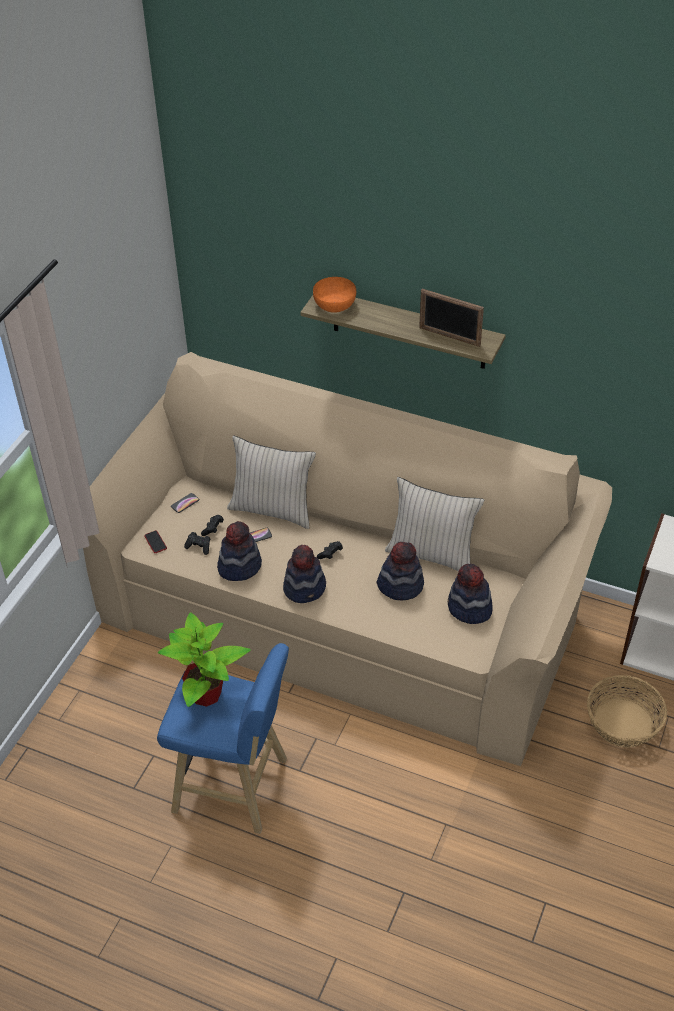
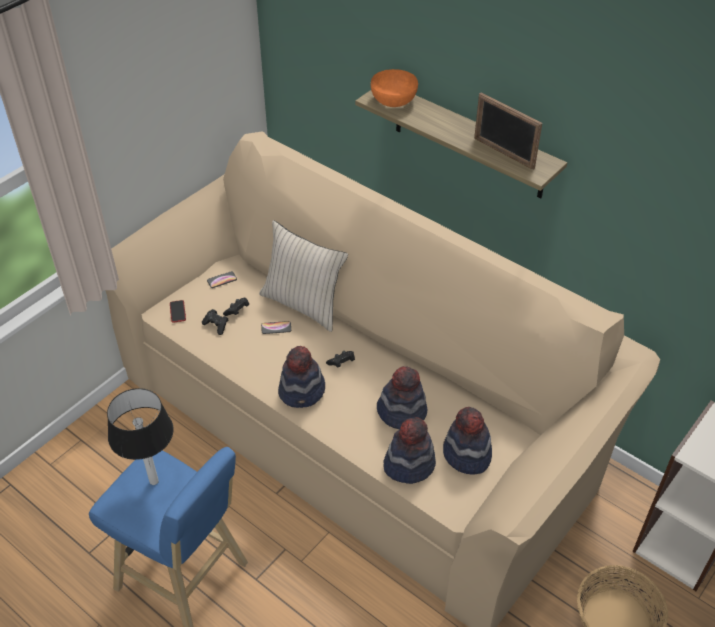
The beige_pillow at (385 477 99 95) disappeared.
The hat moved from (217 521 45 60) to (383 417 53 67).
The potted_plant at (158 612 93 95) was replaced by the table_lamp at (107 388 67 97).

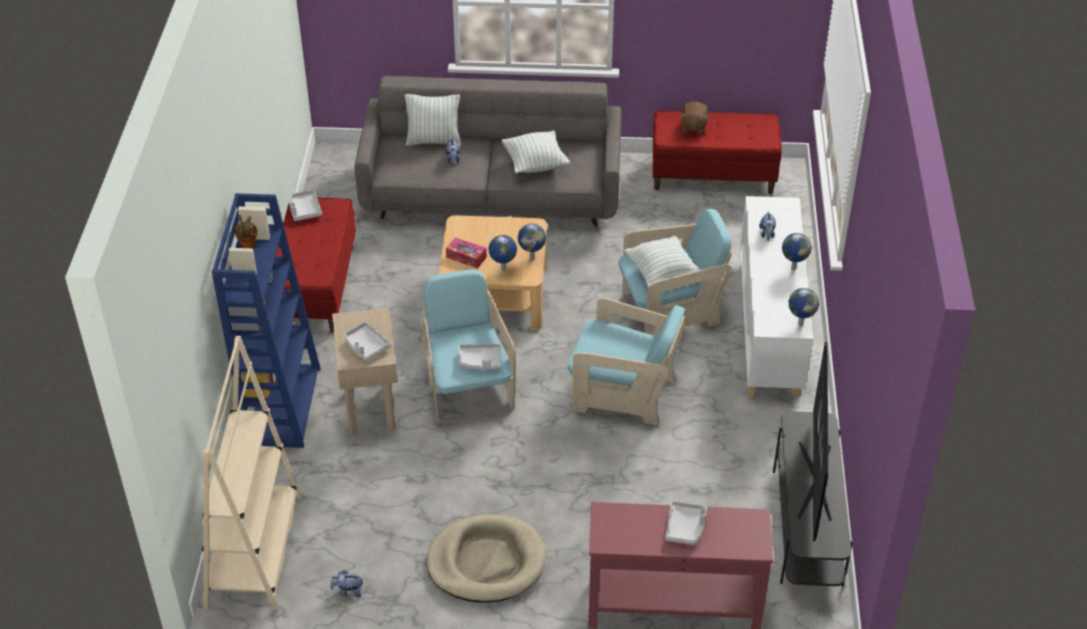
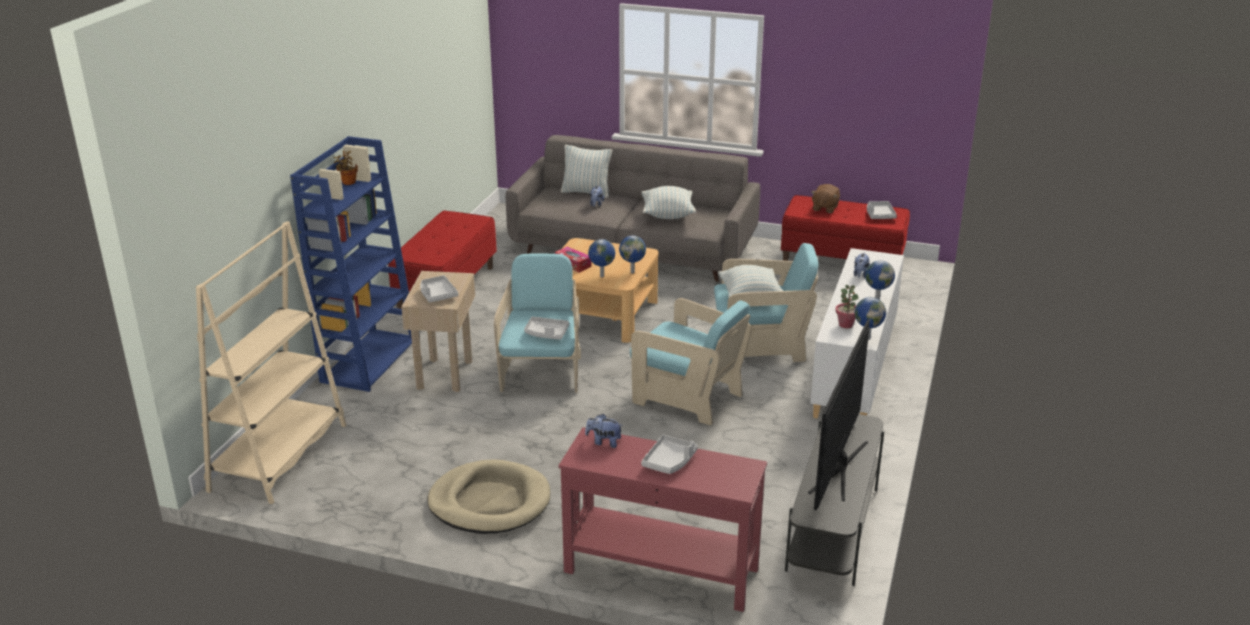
The grey_tray moved from (290 190 32 31) to (867 201 30 18).
The plush_toy moved from (330 570 34 27) to (585 414 37 34).
The potted_plant at (835 285 23 43) appeared.

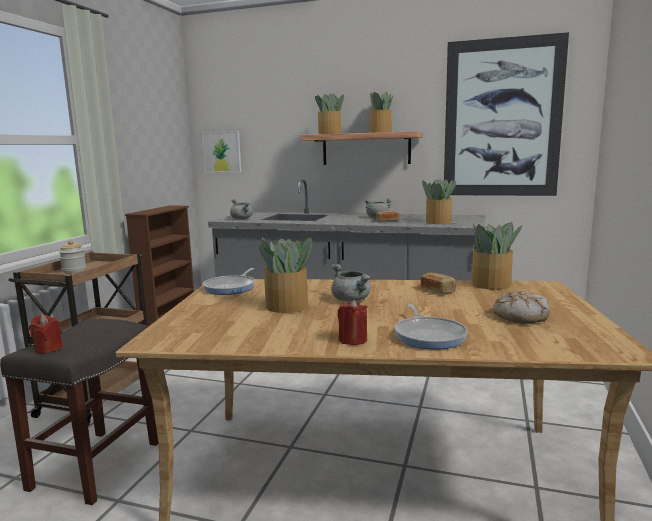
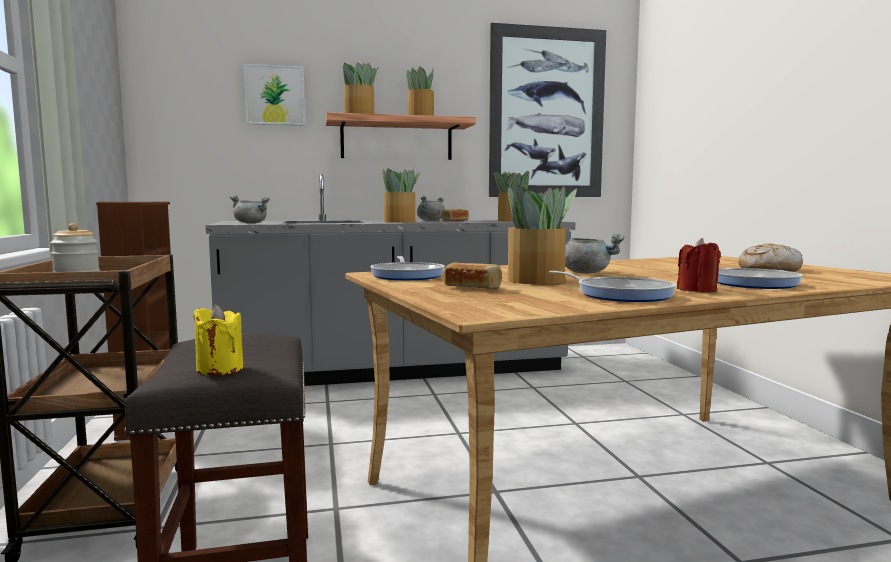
The picture moved from (202 131 39 42) to (244 64 61 61).
The potted_plant moved from (472 222 50 68) to (383 168 37 55).
The bread moved from (421 272 35 22) to (444 263 58 26).
The red_candle at (29 315 34 39) became the yellow_candle at (193 305 50 70).
The frying_pan at (549 271 127 31) appeared.

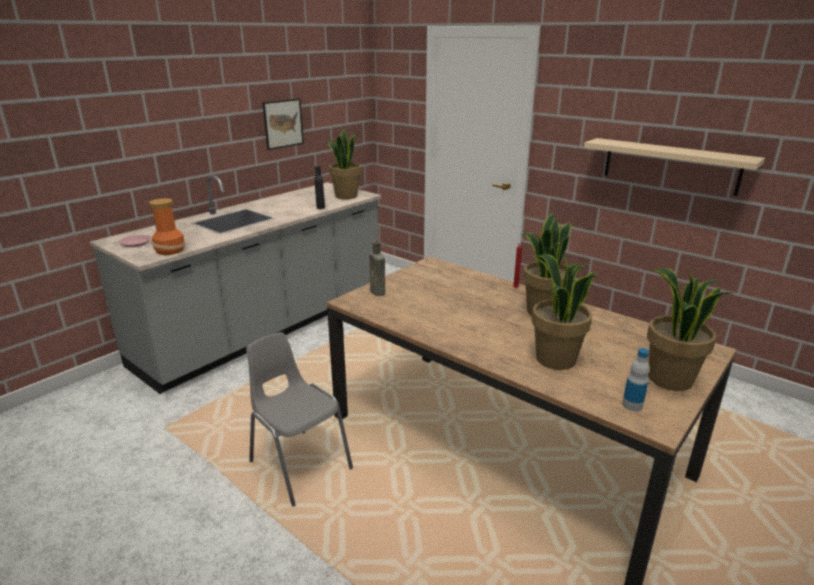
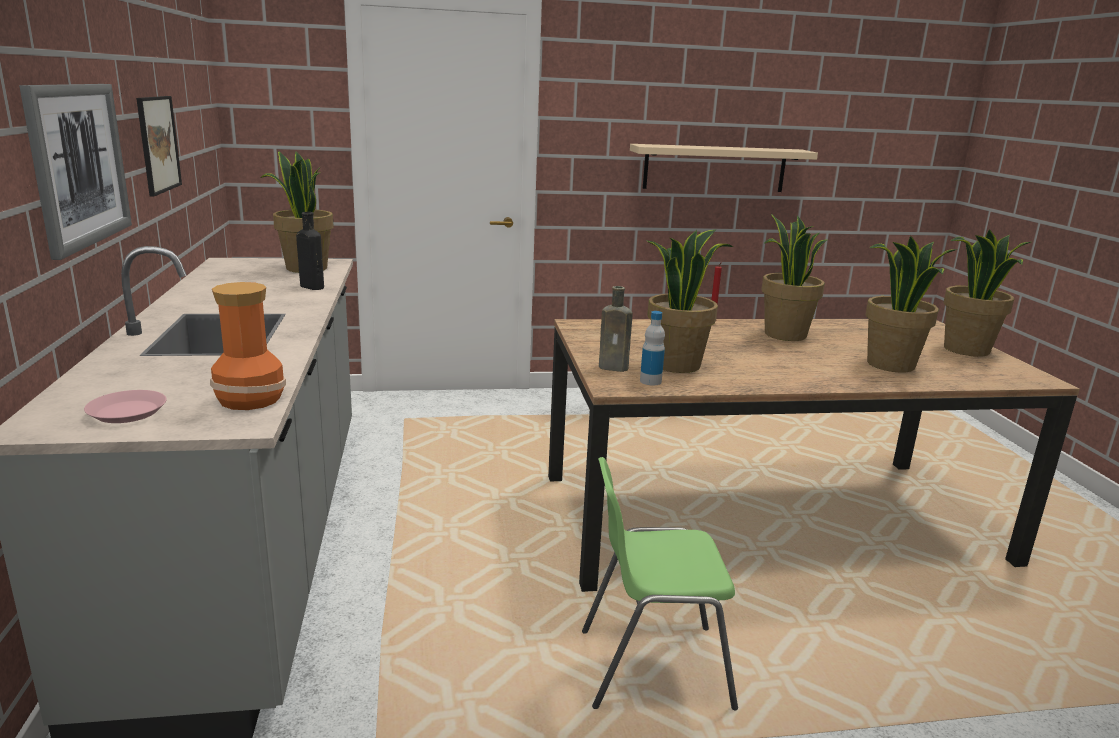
The grey_chair at (246 332 107 174) became the green_chair at (582 457 156 254).
The bottle moved from (622 348 28 64) to (640 311 25 74).
The picture at (19 84 113 176) appeared.
The potted_plant at (647 229 86 144) appeared.

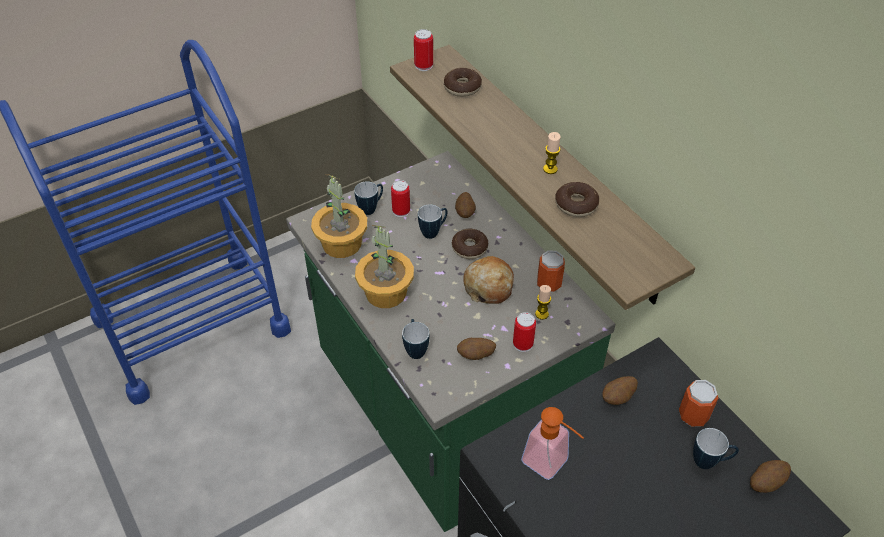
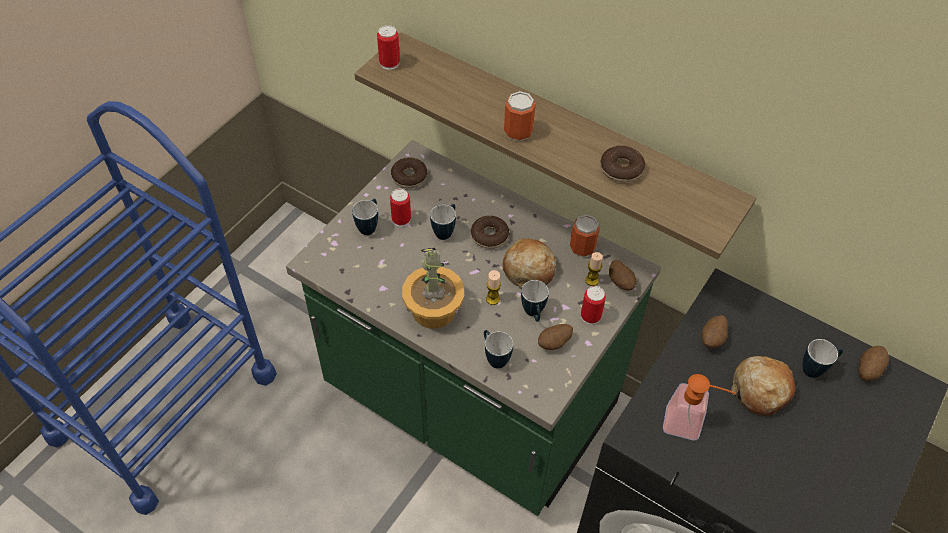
The donut moved from (444 68 38 29) to (391 158 37 30).
The candle moved from (543 132 18 42) to (486 270 15 35).
The potted_plant at (311 174 56 84) disappeared.
The potato moved from (455 192 21 26) to (609 260 27 30).
The can moved from (679 380 39 47) to (504 91 31 50).
The mug at (521 280 28 42) appeared.
The bread at (732 356 64 60) appeared.

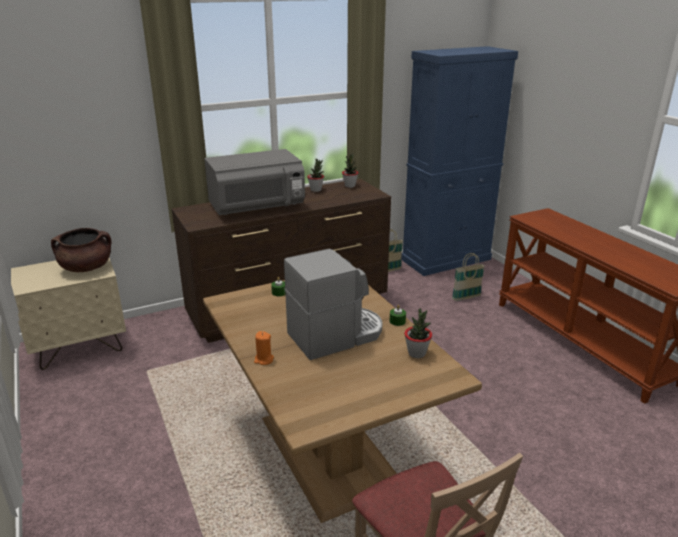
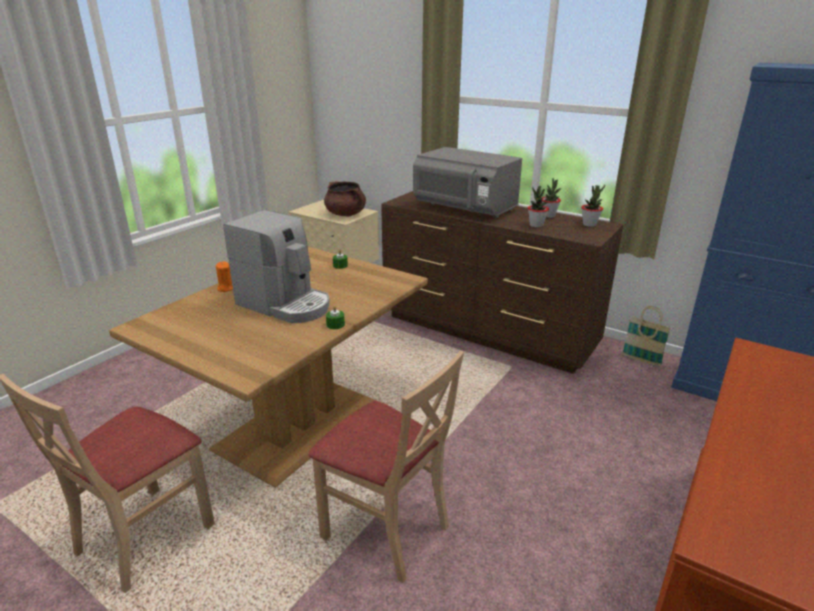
The basket at (452 253 33 48) disappeared.
The potted_plant moved from (404 308 28 50) to (528 186 21 42).
The beige_chair at (308 351 156 232) appeared.

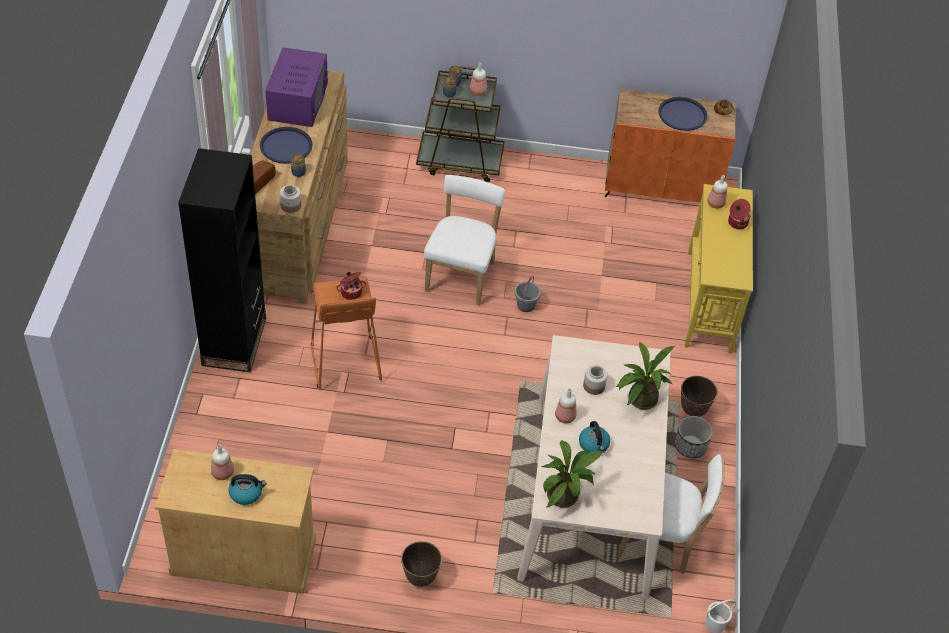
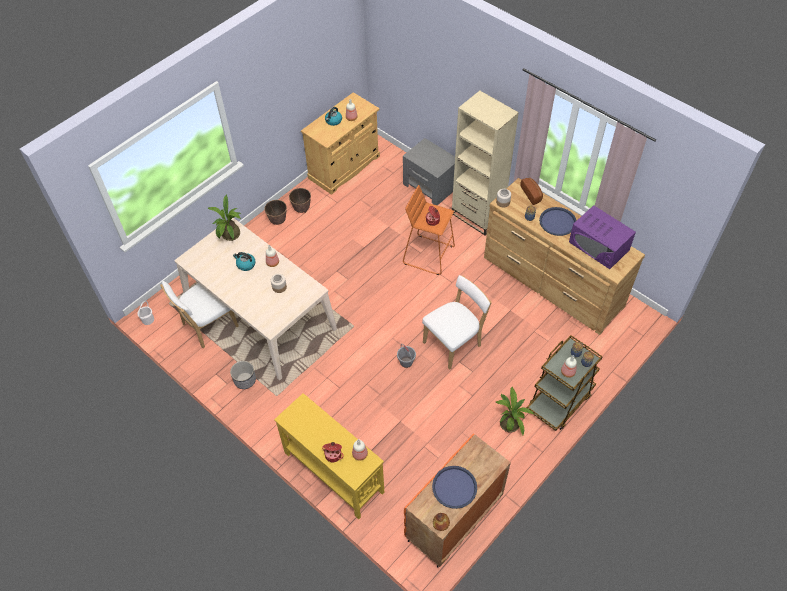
The black_bookcase at (178 148 88 224) became the beige_bookcase at (452 91 67 144).
The white_chair at (424 174 81 131) turned 90 degrees counterclockwise.
The potted_plant moved from (616 341 59 69) to (495 386 39 49).
The planter moved from (681 376 37 41) to (289 188 22 25).
The grey_nightstand at (403 138 52 67) appeared.

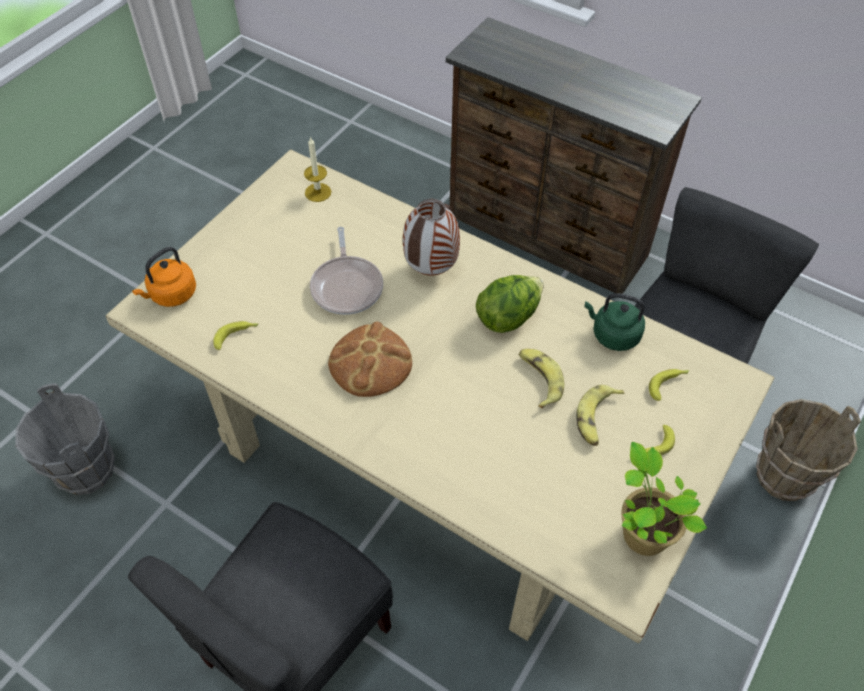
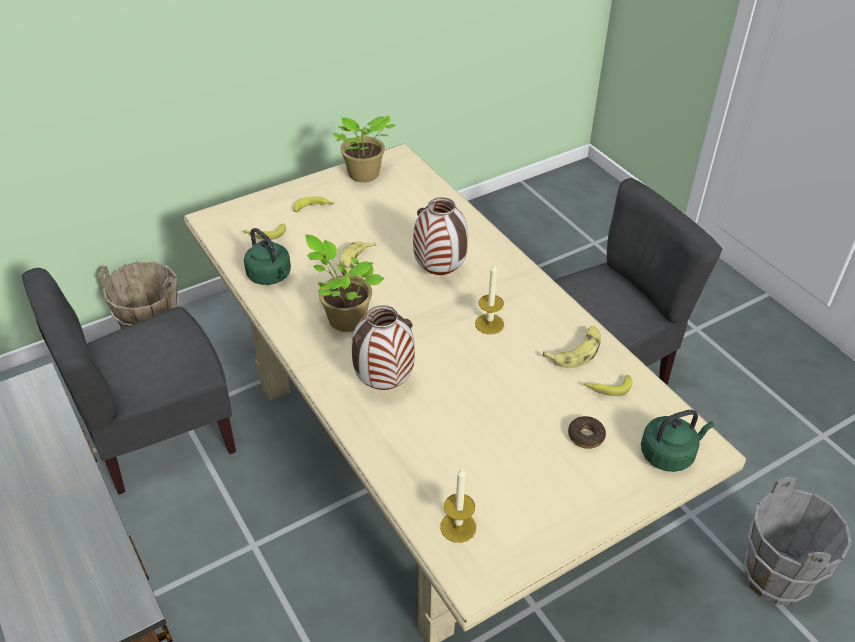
The frying_pan at (310 227 73 88) disappeared.
The orange_kettle at (132 247 64 60) became the green_kettle at (641 410 73 62).
The lettuce at (476 275 68 58) was replaced by the potted_plant at (305 235 80 97).
The bread at (328 322 84 75) was replaced by the candle at (475 264 29 70).
The banana moved from (576 385 49 61) to (543 326 58 42).
The vase at (413 197 55 78) appeared.
The donut at (568 416 38 33) appeared.

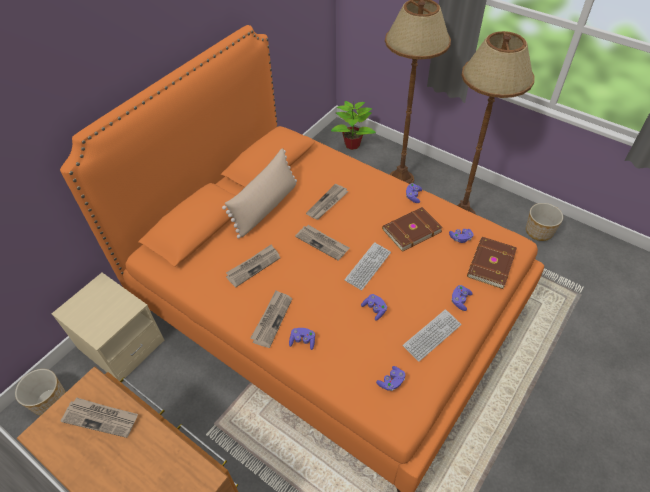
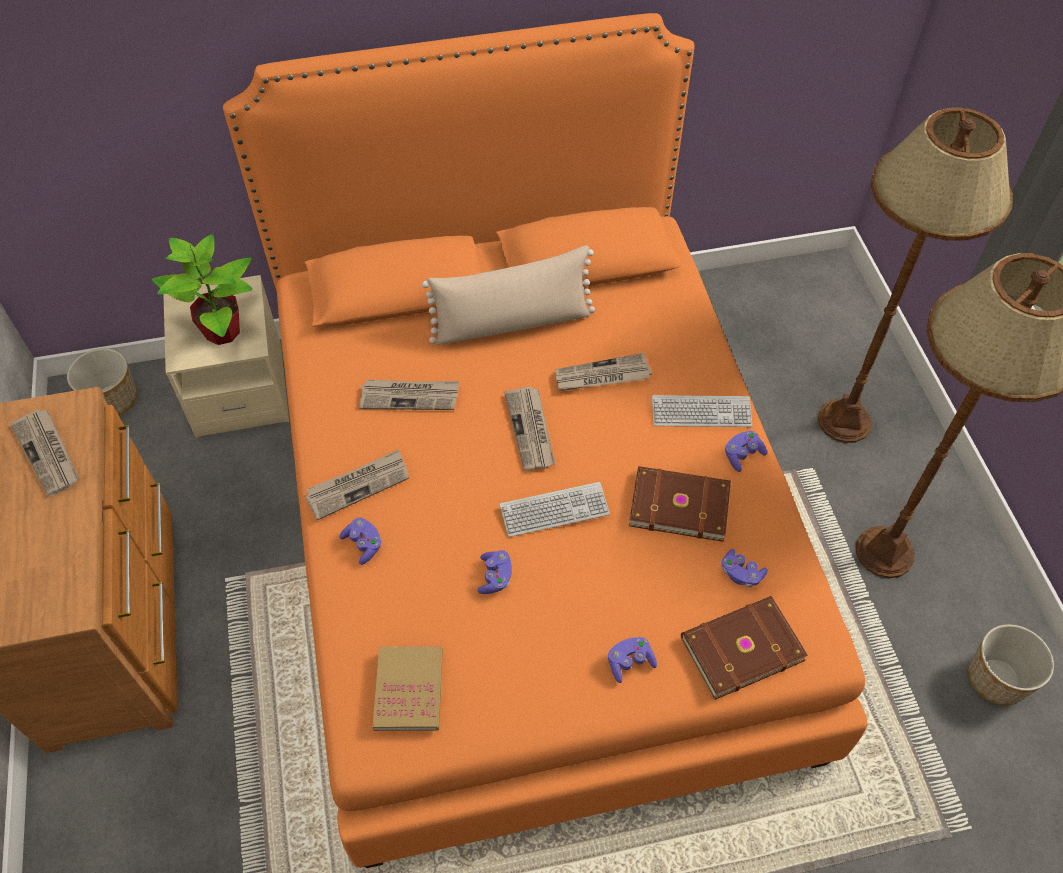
The potted_plant moved from (331 100 45 50) to (152 234 101 111).
The keyboard moved from (403 309 59 53) to (652 395 100 32).
The purple_game_controller at (376 366 29 25) was replaced by the book at (373 646 70 85).

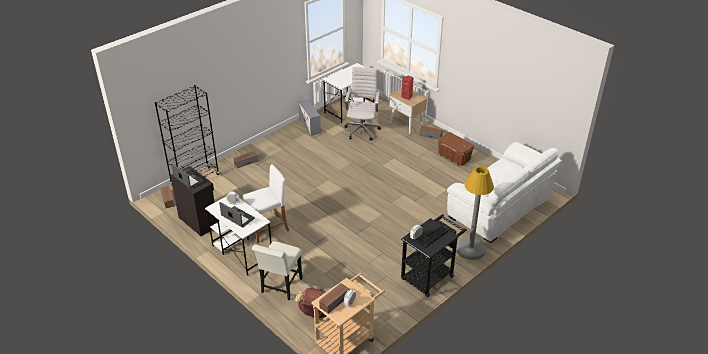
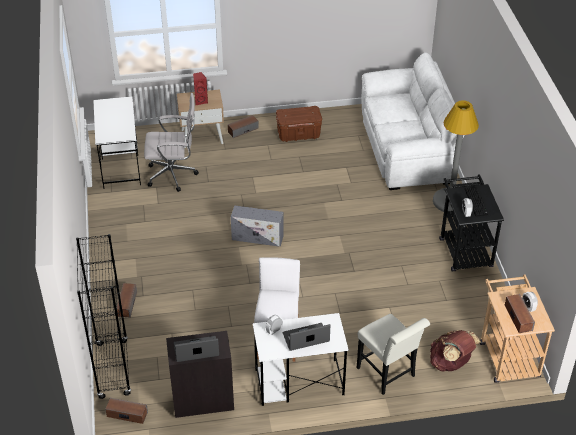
The white_office_chair at (344 67 37 74) turned 135 degrees clockwise.
The grey_storage_box moved from (298 100 23 36) to (231 205 53 42).

